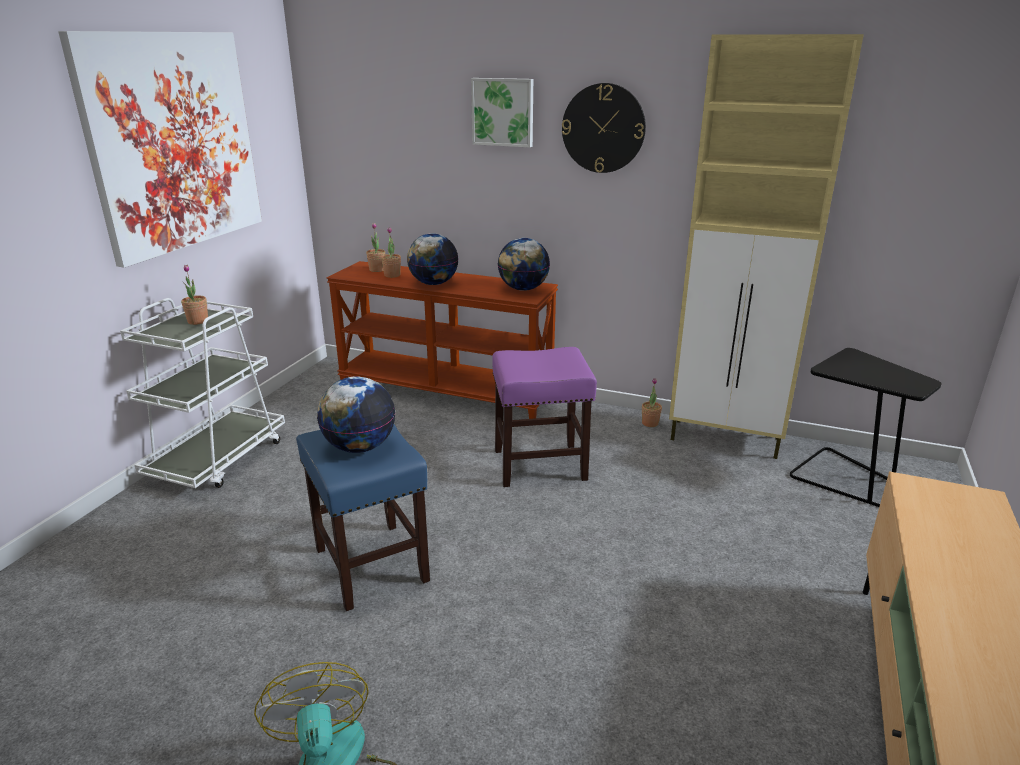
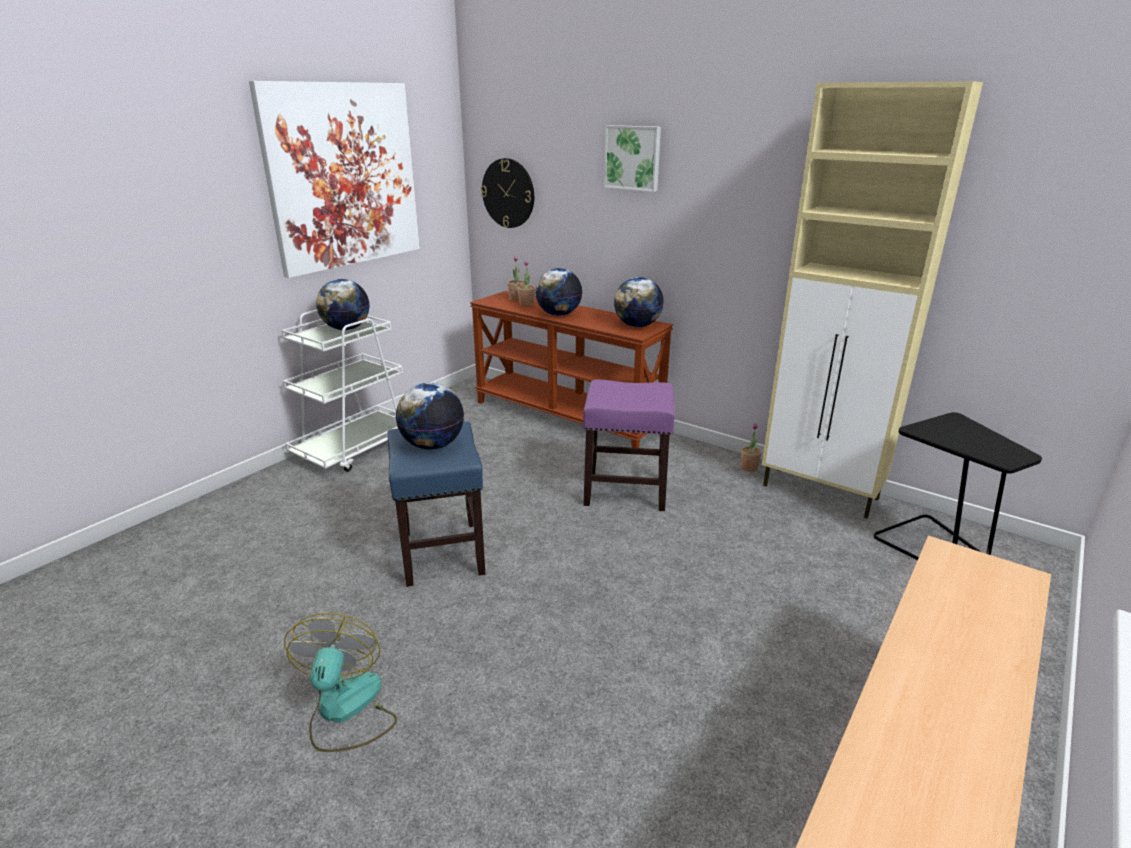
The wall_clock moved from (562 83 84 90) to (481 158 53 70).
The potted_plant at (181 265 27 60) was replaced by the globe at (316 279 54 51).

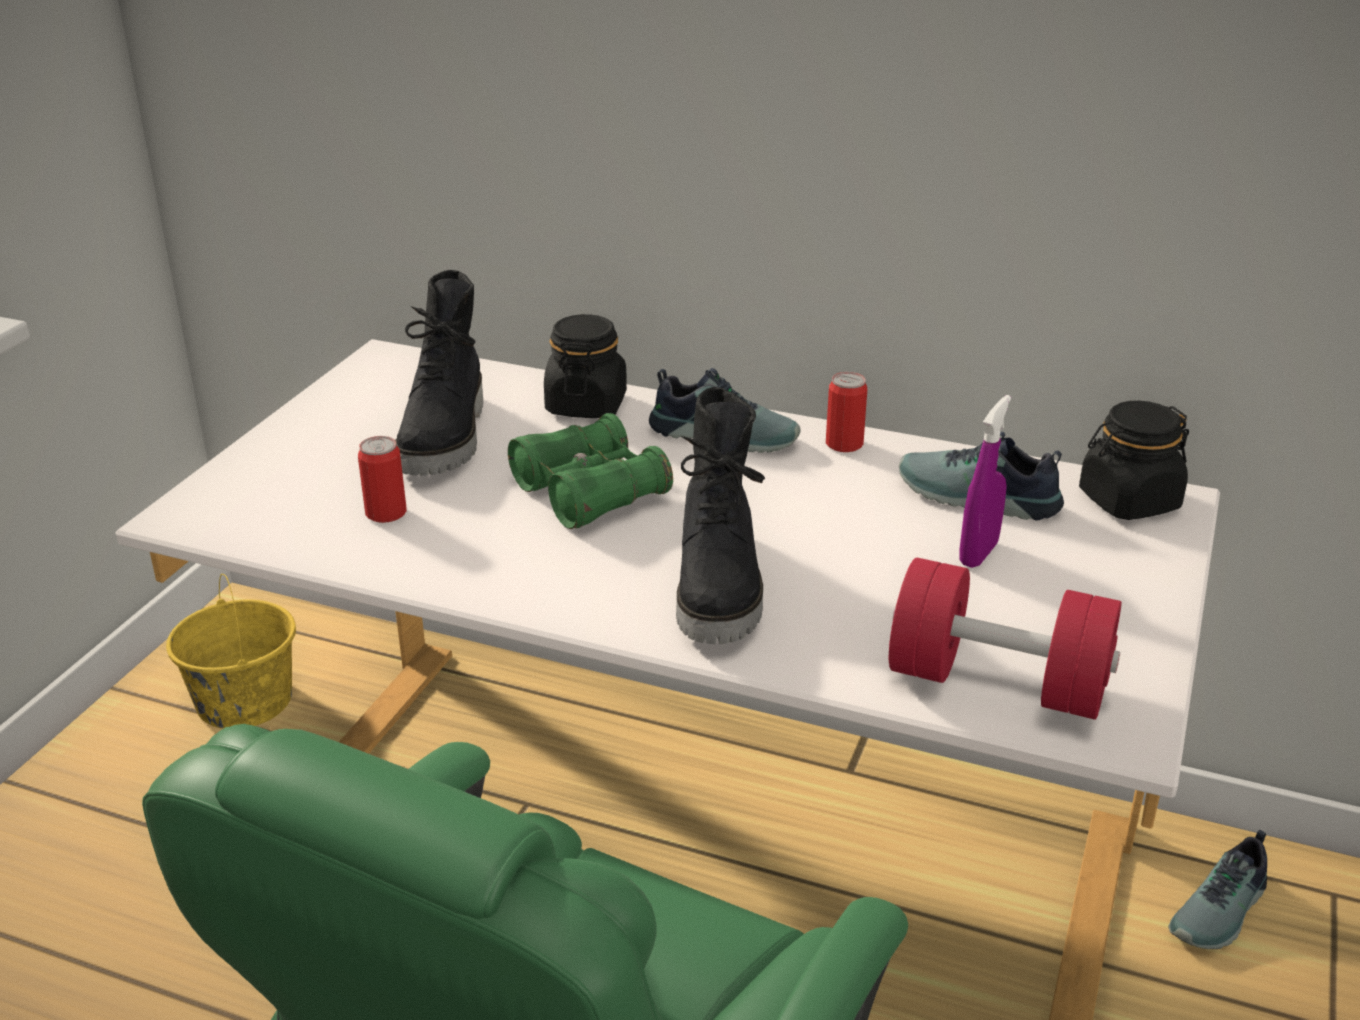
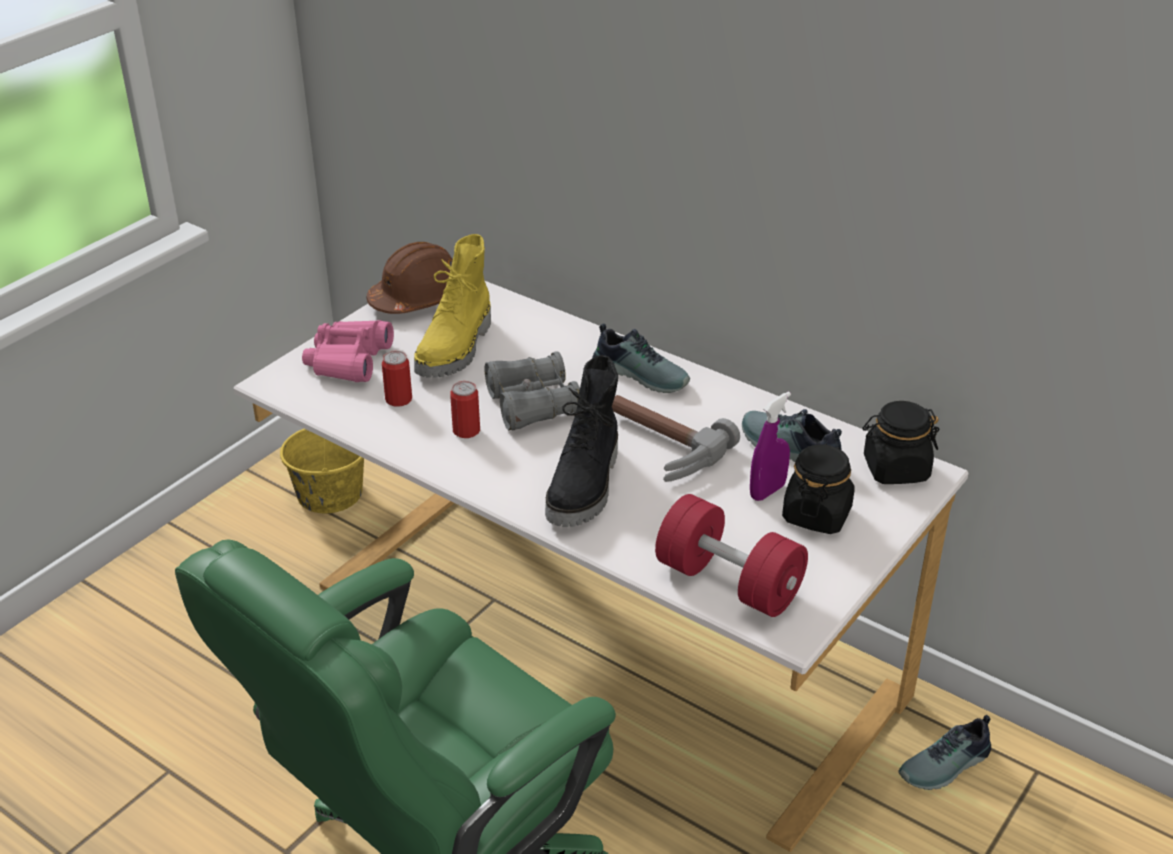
The black_boot at (395 270 88 206) became the yellow_boot at (414 234 77 144).
The black_jar moved from (544 314 83 104) to (782 444 73 90).
The can moved from (826 372 41 80) to (450 381 30 57).
The green_binoculars at (508 413 165 116) became the grey_binoculars at (484 351 96 79).
The brown_hard_hat at (367 242 86 72) appeared.
The pink_binoculars at (302 320 92 62) appeared.
The hammer at (612 395 128 87) appeared.

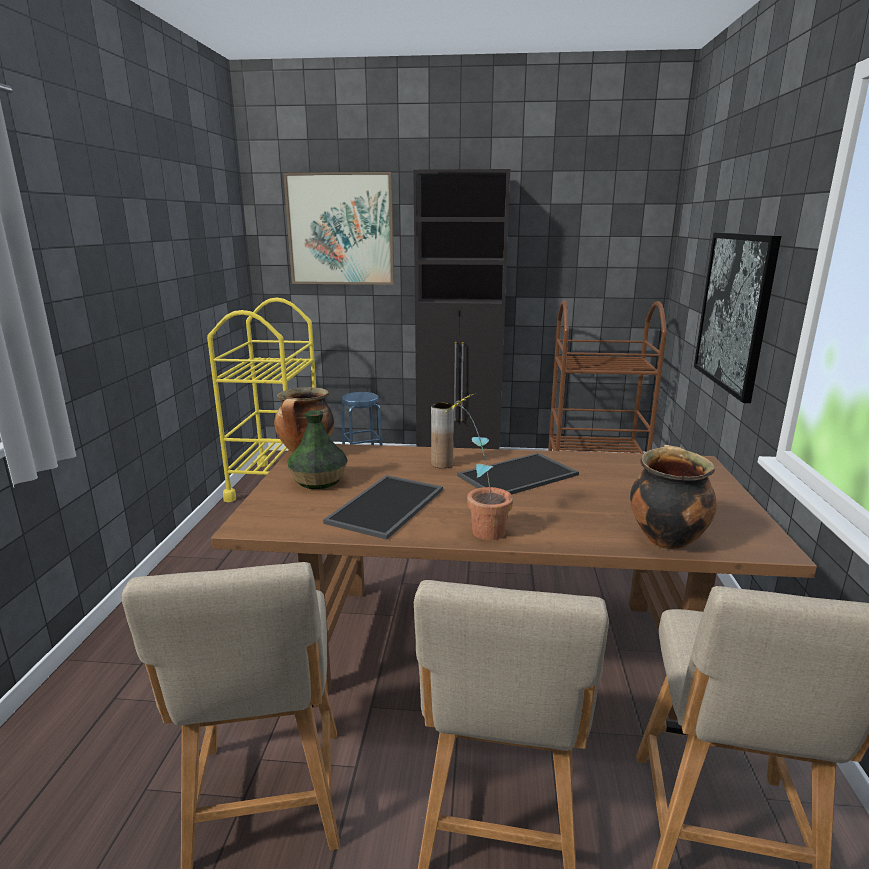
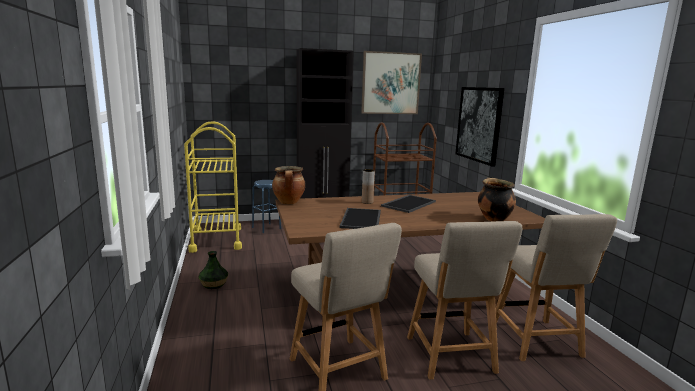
The picture moved from (283 172 111 113) to (361 51 61 63).
The potted_plant at (445 394 68 146) disappeared.
The vase moved from (287 410 61 79) to (198 251 30 38).

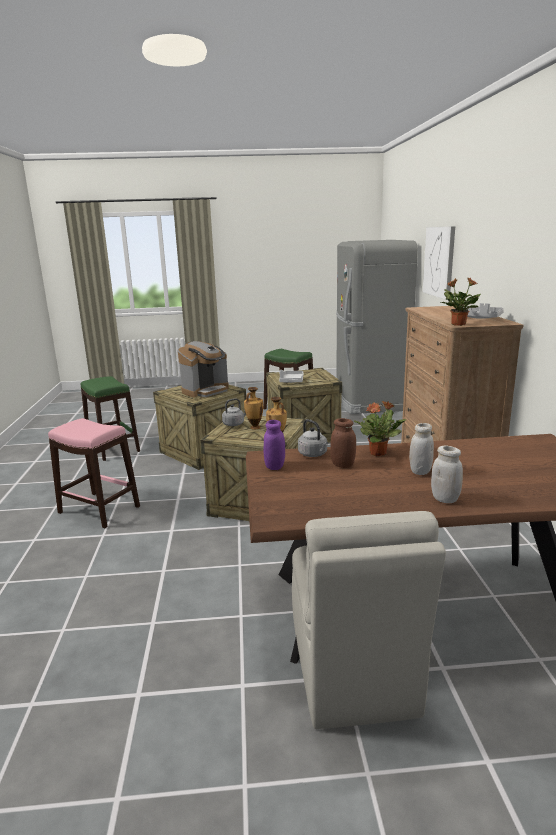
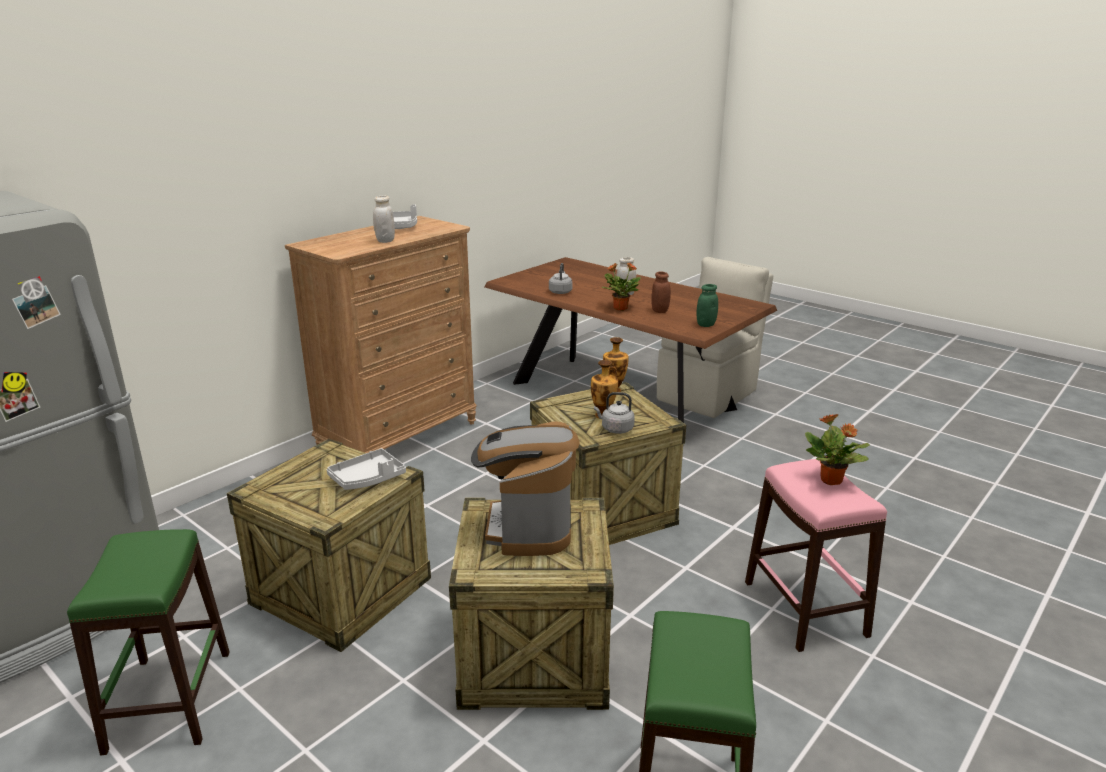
The picture at (423 226 32 74) disappeared.
The potted_plant moved from (441 277 40 49) to (805 414 65 71).
The coffee_machine at (178 341 51 57) turned 90 degrees counterclockwise.
The grey_kettle moved from (298 419 30 38) to (549 263 23 31).
The purple_jar at (263 420 22 50) became the green_jar at (697 284 21 43).
The white_jar moved from (431 445 32 58) to (373 196 22 47).

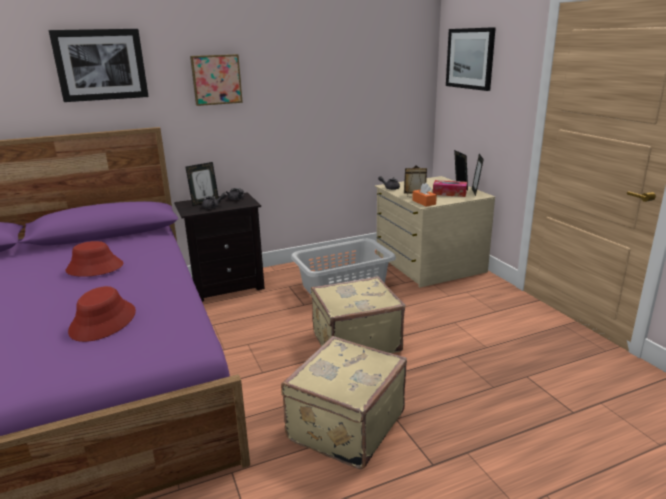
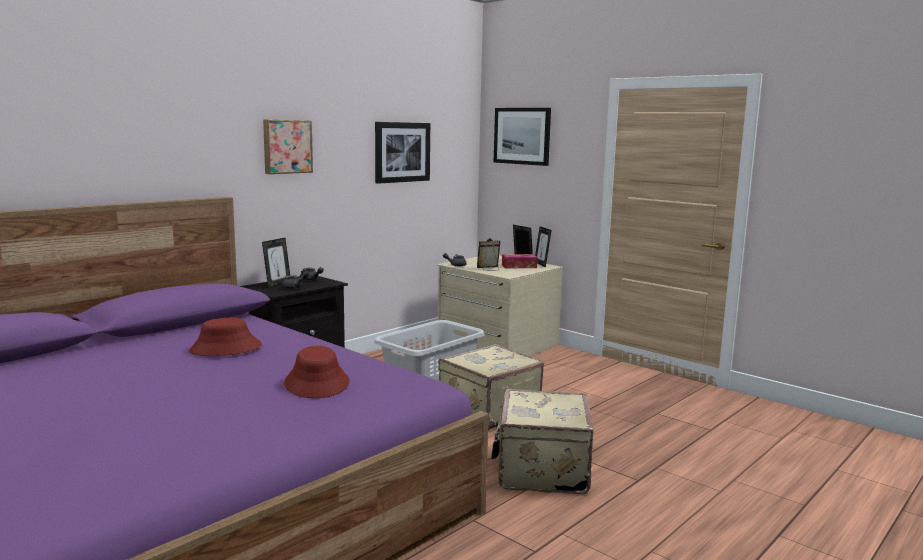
The picture moved from (49 29 100 73) to (375 122 55 62).
The orange_tissue_box at (412 183 25 23) disappeared.

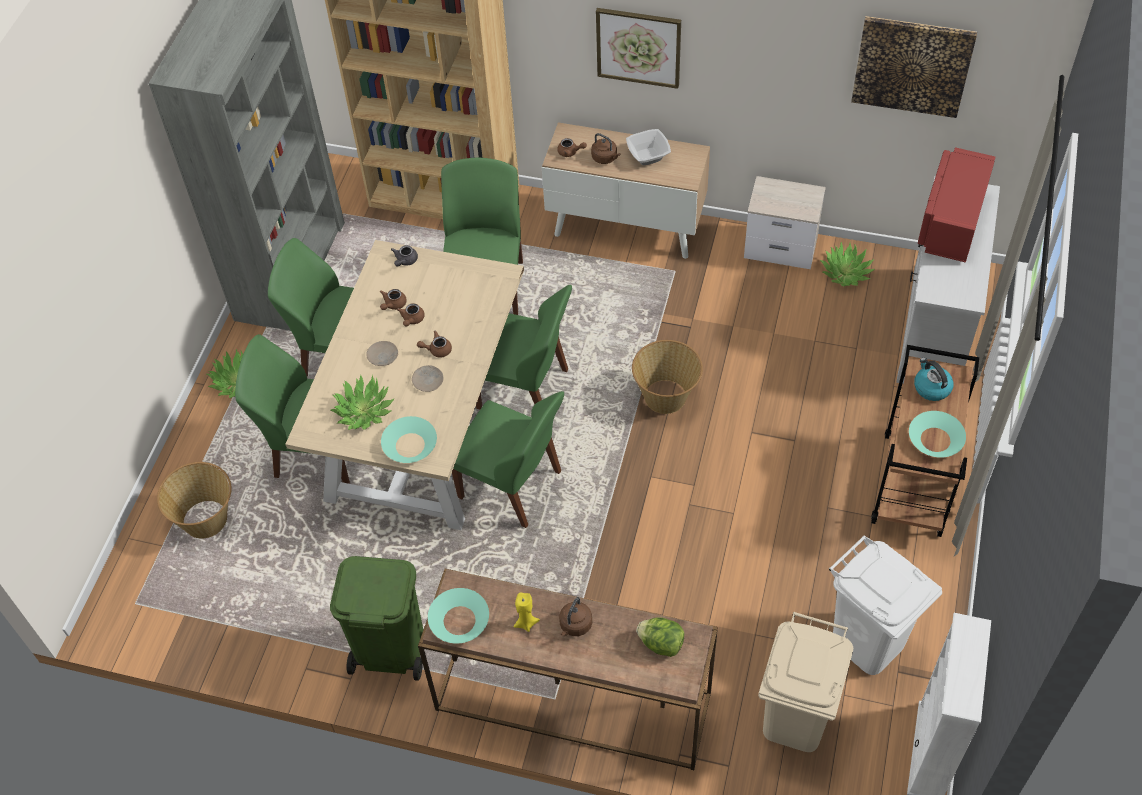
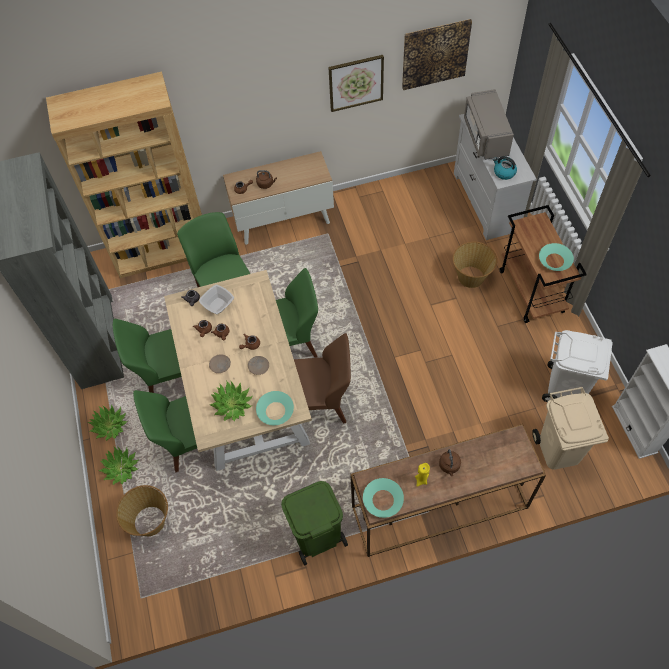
The picture moved from (596 8 85 81) to (328 55 56 57).
The bowl moved from (626 129 45 36) to (199 284 35 30).
The red_microwave at (918 147 78 115) became the grey_microwave at (464 89 50 71).
The nightstand at (744 176 82 93) disappeared.
The potted_plant moved from (820 242 55 44) to (99 446 40 39).
The basket moved from (632 340 71 74) to (453 242 44 46).
The kettle moved from (914 358 39 43) to (493 156 24 24).
The green_chair at (452 391 112 137) became the brown_chair at (294 333 57 90).
The lettuce at (636 617 48 40) disappeared.

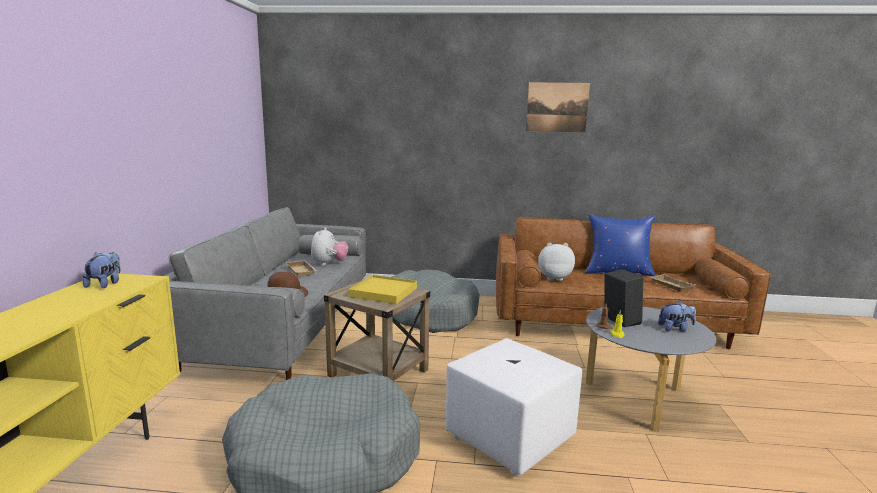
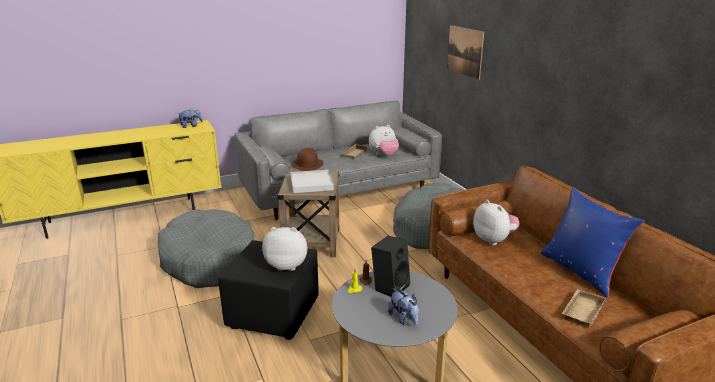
The picture moved from (526 82 64 51) to (447 25 37 55).
The yellow_tray at (349 275 68 29) became the white_tray at (290 170 44 23).
The white_ottoman at (446 338 136 138) became the black_ottoman at (218 240 101 100).
The plush_toy at (262 227 45 44) appeared.

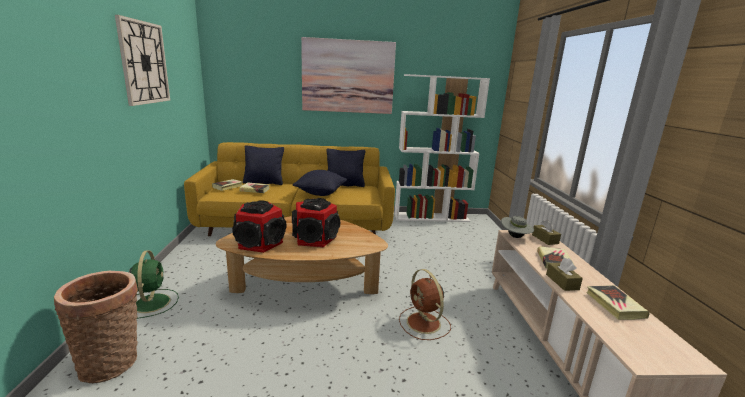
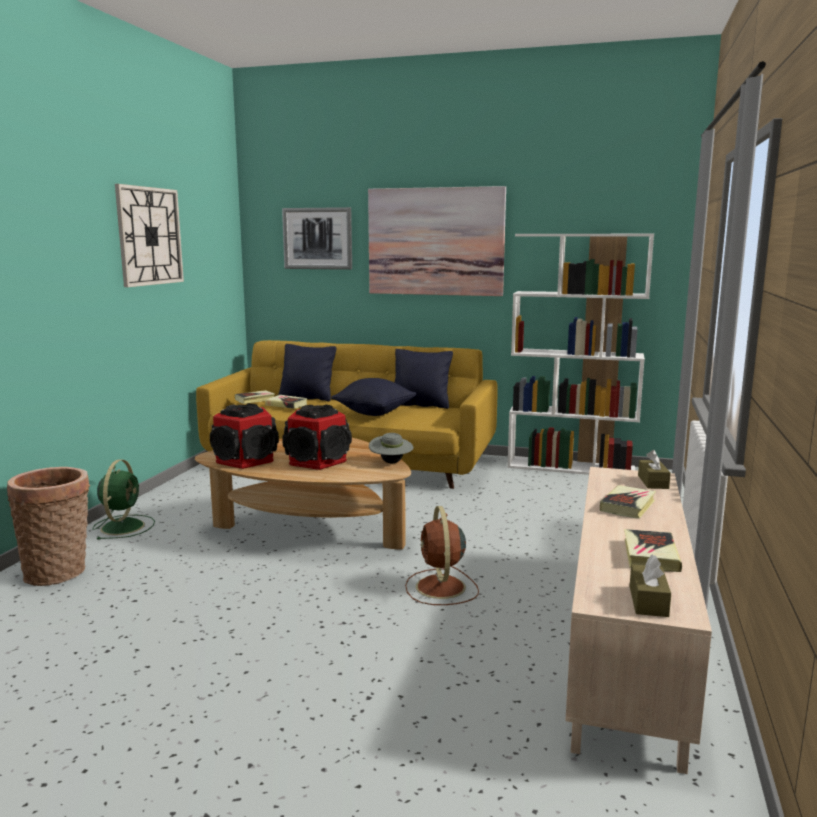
The grey_hat moved from (501 216 33 22) to (369 433 44 31).
The brown_tissue_box moved from (546 258 37 33) to (630 555 41 62).
The picture at (282 207 70 63) appeared.

